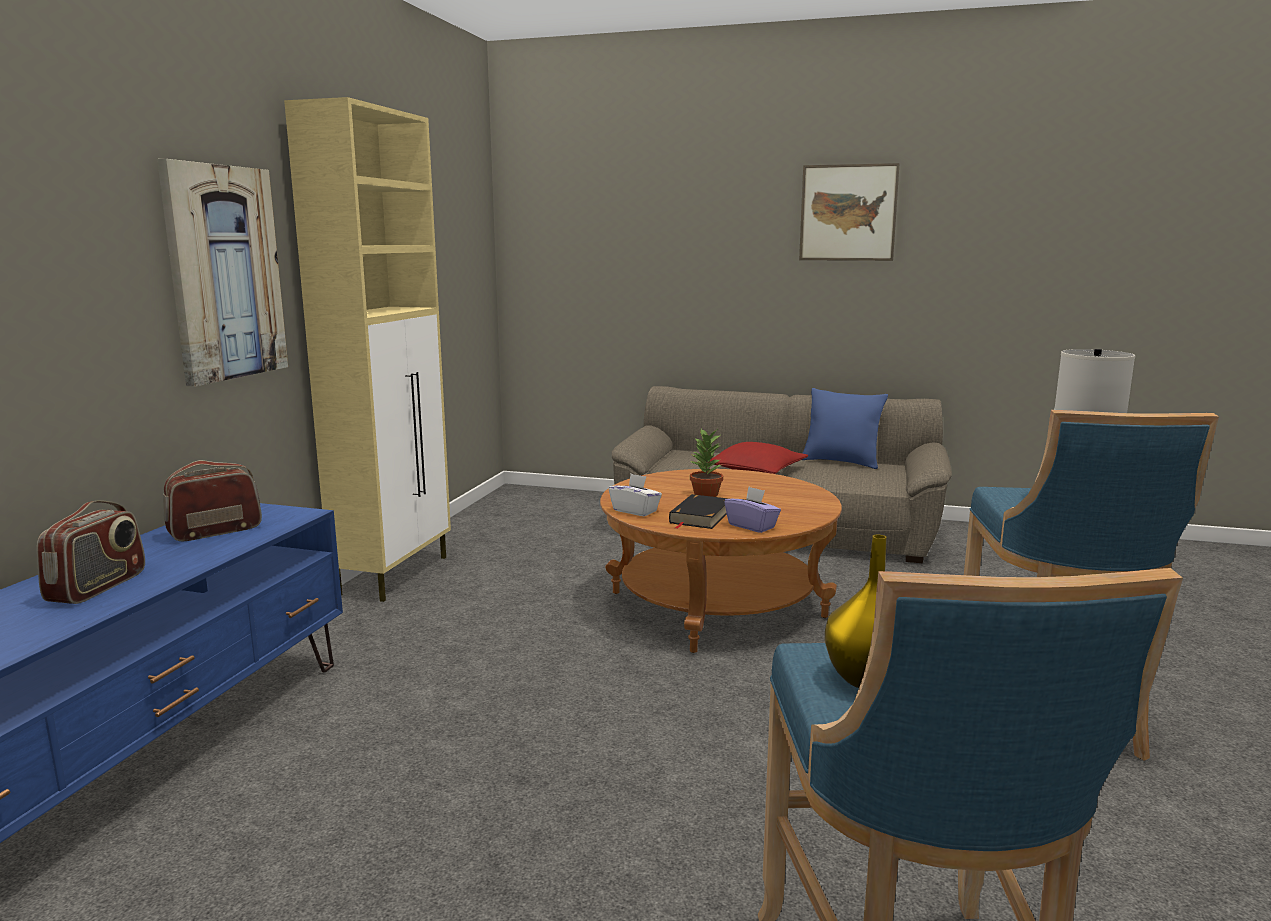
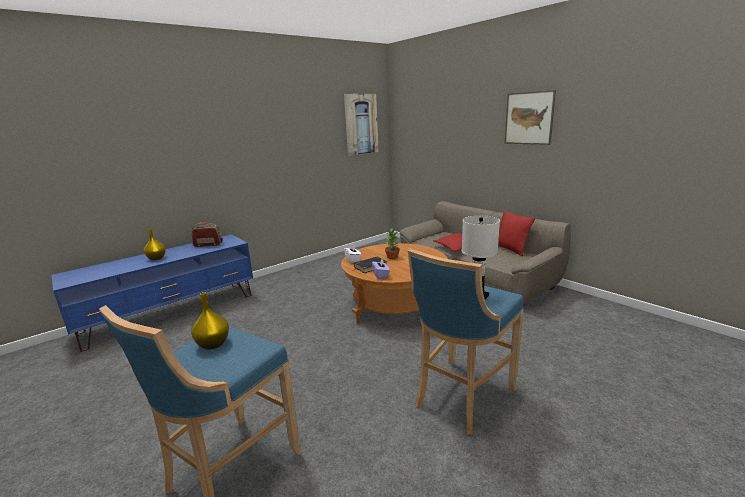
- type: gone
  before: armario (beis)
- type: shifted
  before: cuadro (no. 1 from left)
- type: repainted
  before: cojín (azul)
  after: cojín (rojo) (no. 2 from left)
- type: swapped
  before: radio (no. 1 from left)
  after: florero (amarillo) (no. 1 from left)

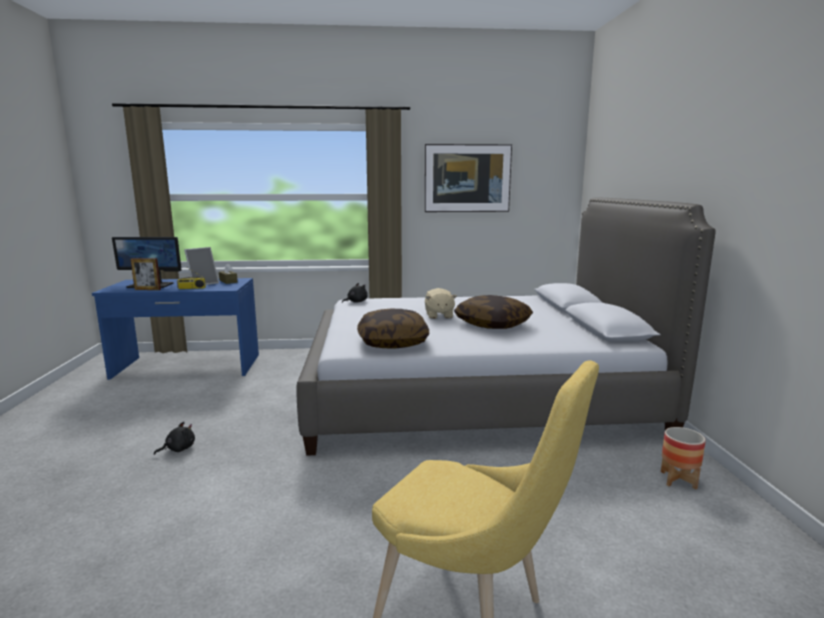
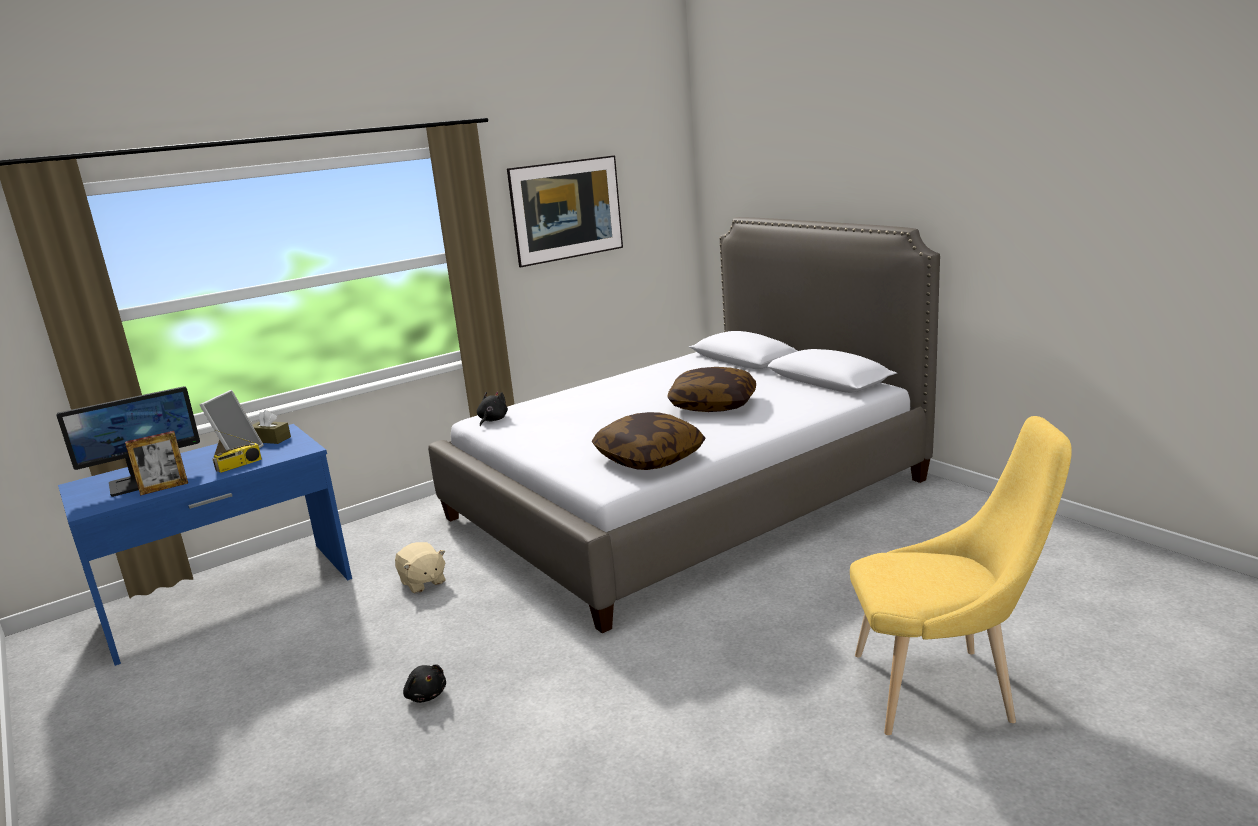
- type: shifted
  before: peluche (beis)
- type: rotated
  before: peluche (negro) (no. 1 from left)
  turn: 120
- type: gone
  before: maceta

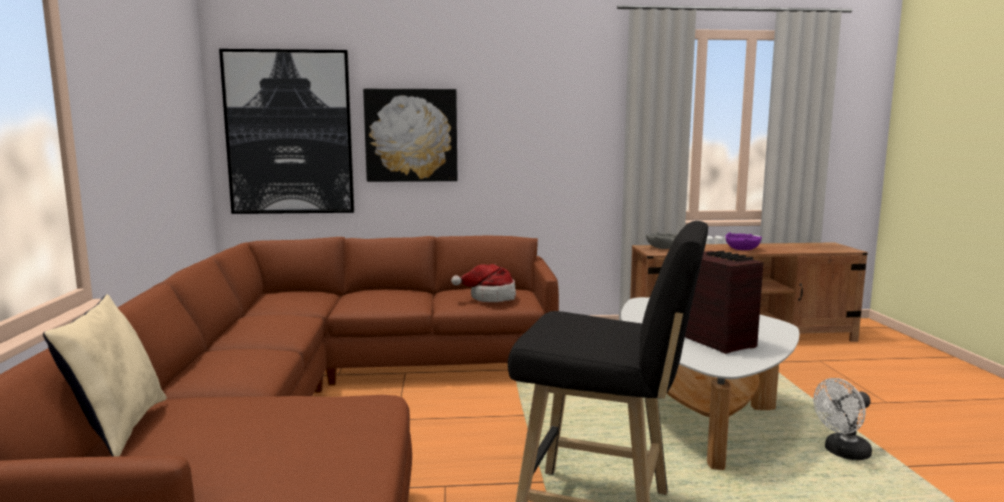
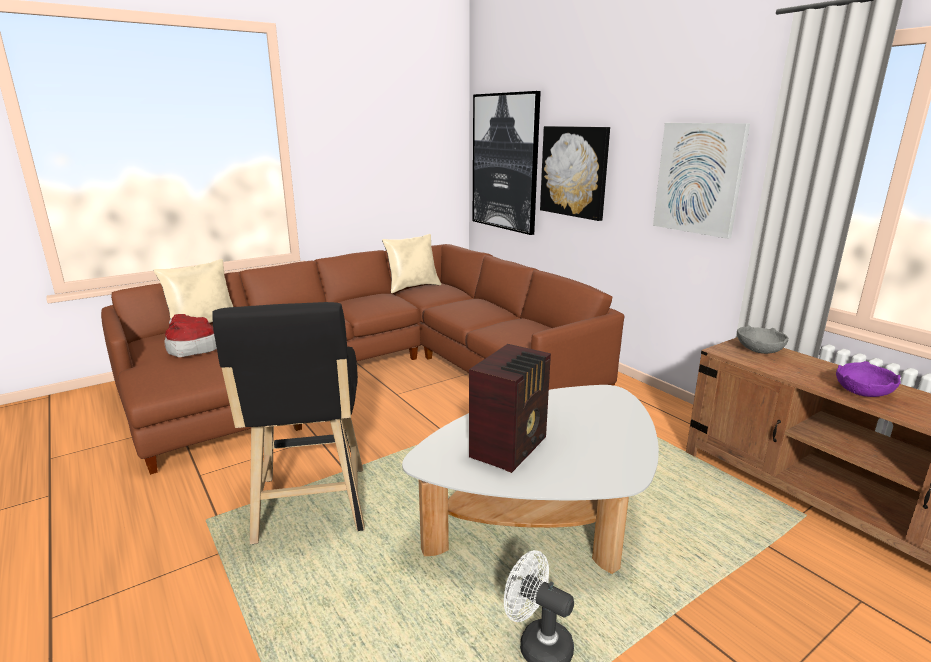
- type: shifted
  before: sombrero
- type: new
  after: cuadro (no. 3 from left)
- type: new
  after: cojín (beis) (no. 2 from left)

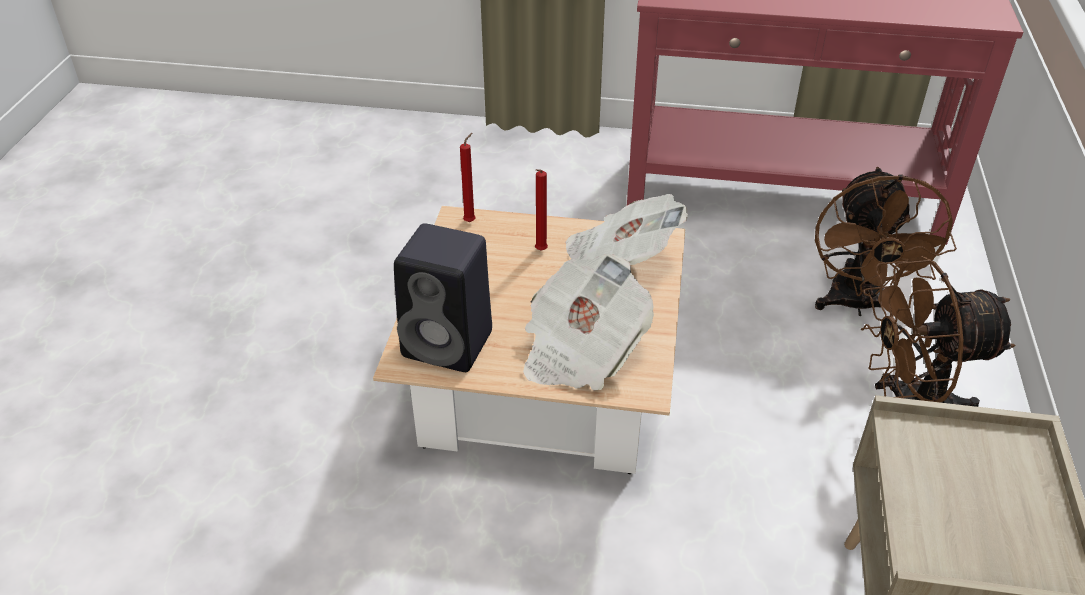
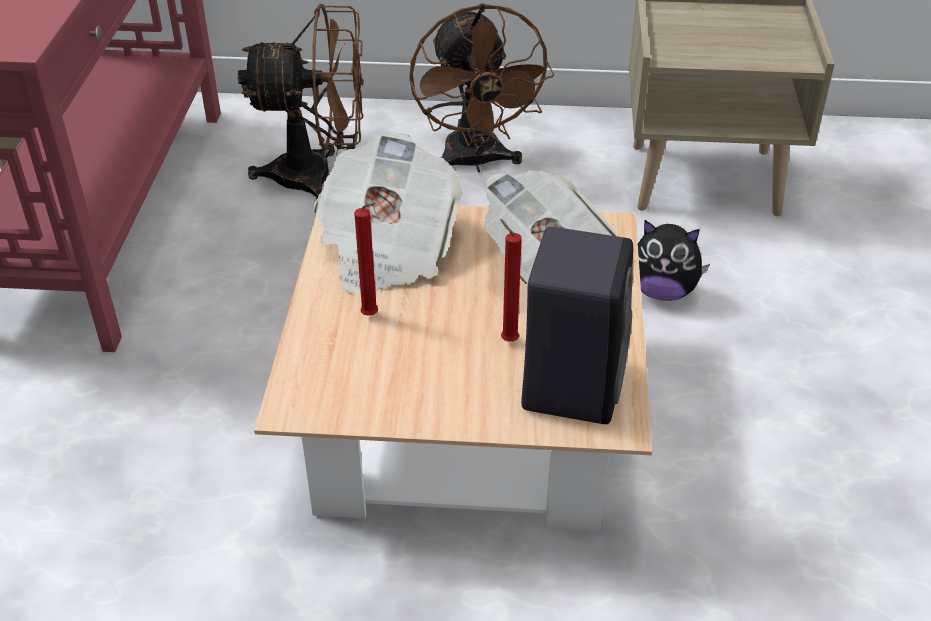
- type: shifted
  before: vela (rojo) (no. 1 from left in the first image)
  after: vela (rojo) (no. 2 from left)
- type: new
  after: peluche

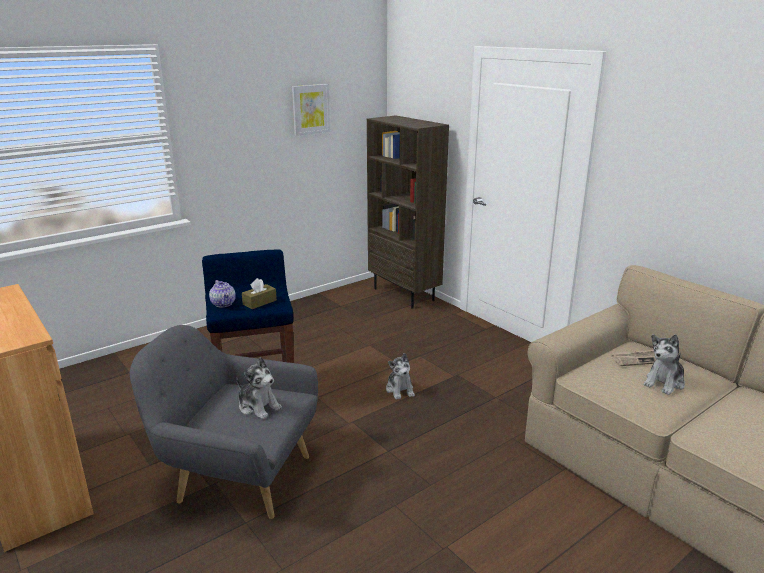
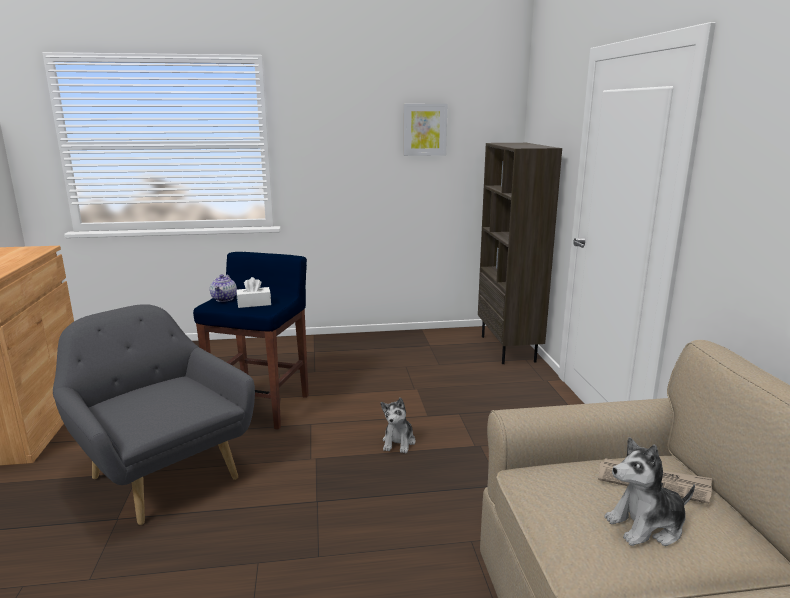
- type: repainted
  before: caja de pañuelos (marrón)
  after: caja de pañuelos (blanco)
- type: gone
  before: peluche (no. 1 from left)

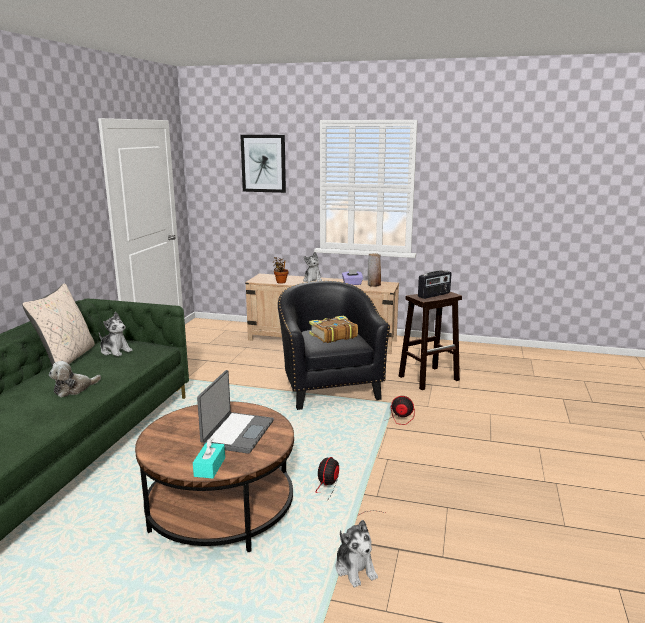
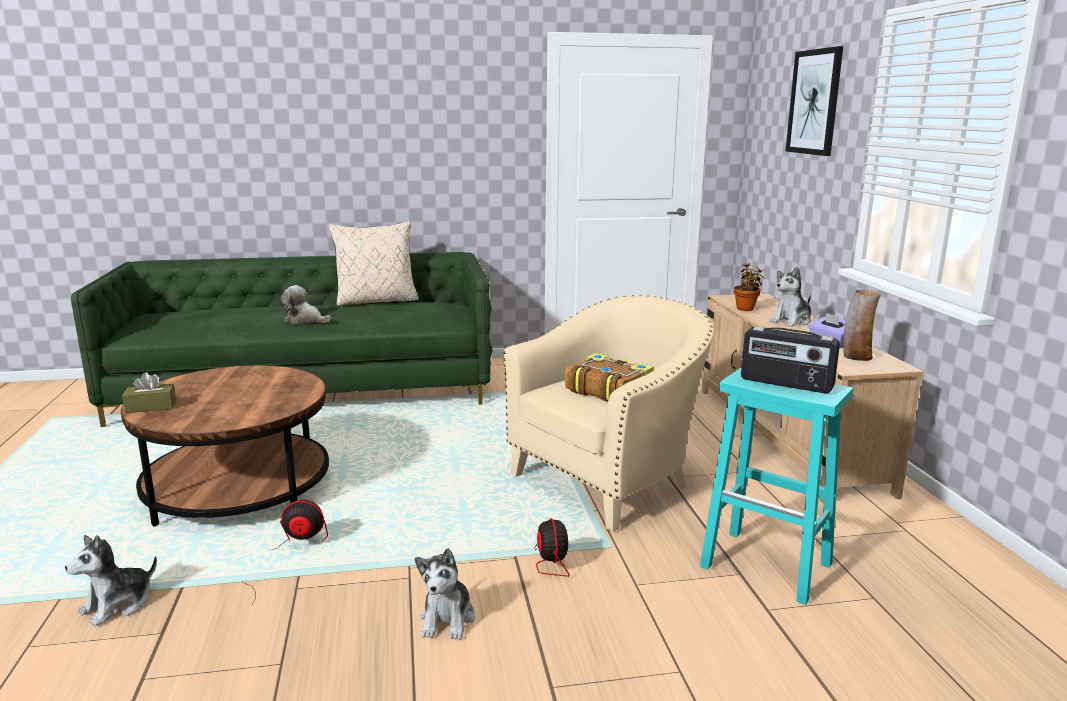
- type: repainted
  before: sillón (negro)
  after: sillón (beis)
- type: repainted
  before: taburete (marrón)
  after: taburete (turquesa)
- type: shifted
  before: peluche (no. 2 from left in the first image)
  after: peluche (no. 3 from left)
- type: gone
  before: portátil
- type: repainted
  before: caja de pañuelos (turquesa)
  after: caja de pañuelos (marrón)

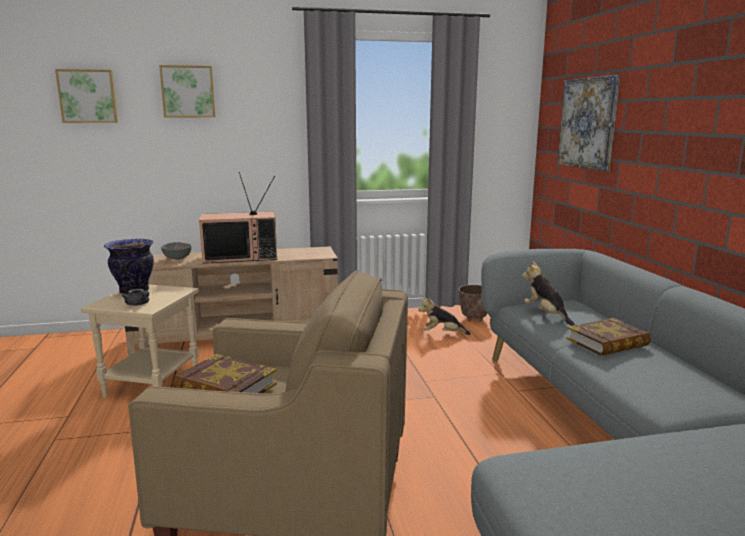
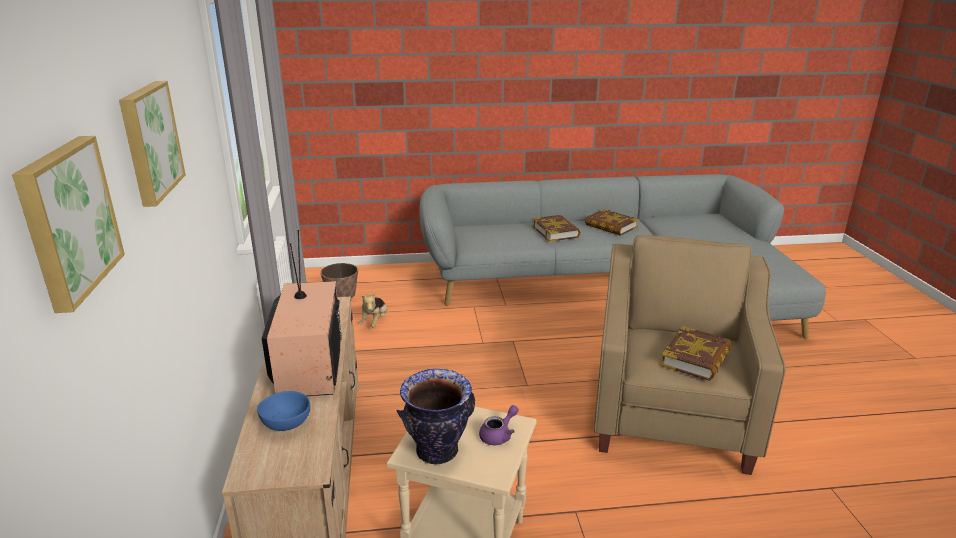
- type: gone
  before: cuadro (no. 3 from left)
- type: repainted
  before: cuenco (gris)
  after: cuenco (azul)
- type: gone
  before: peluche (no. 2 from left)
- type: repainted
  before: tetera (gris)
  after: tetera (morado)
- type: new
  after: libro (no. 2 from left)

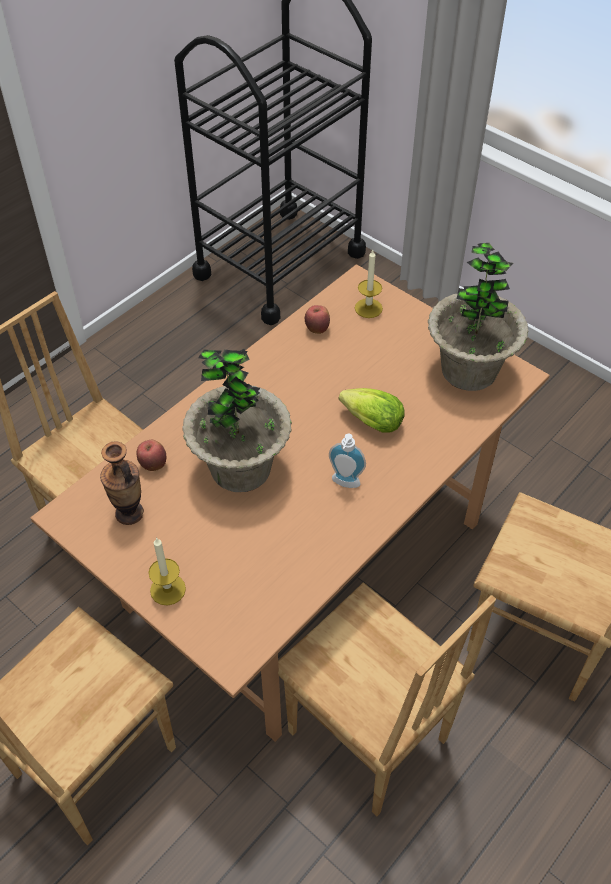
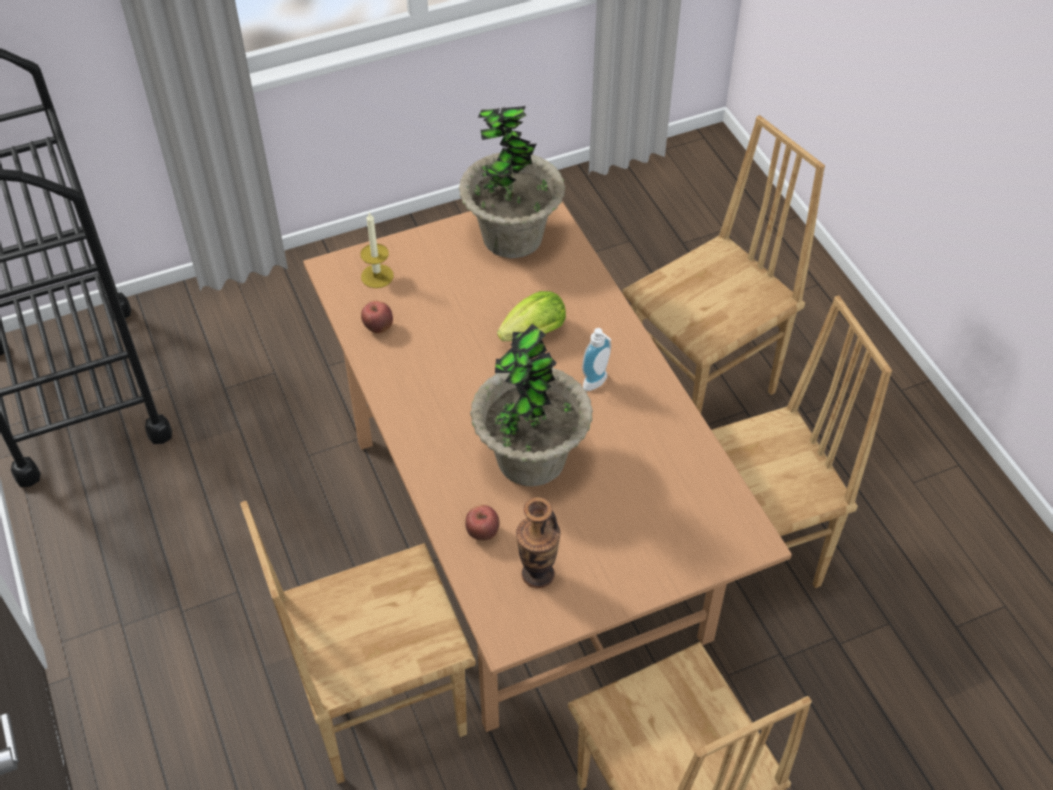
- type: gone
  before: vela (no. 1 from left)

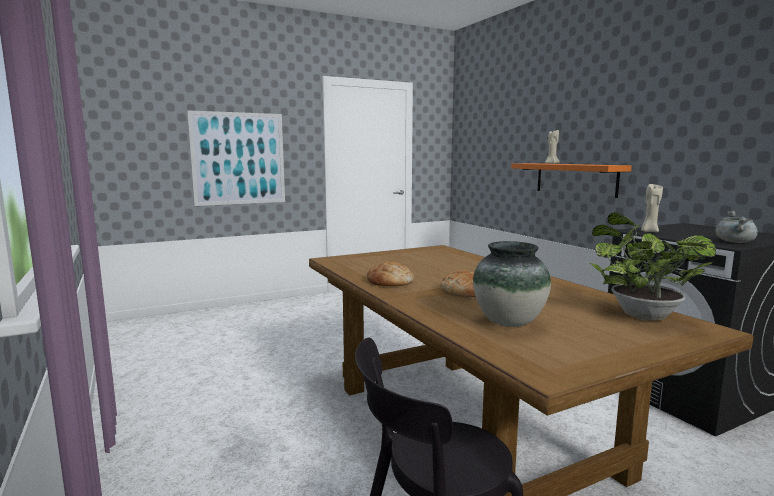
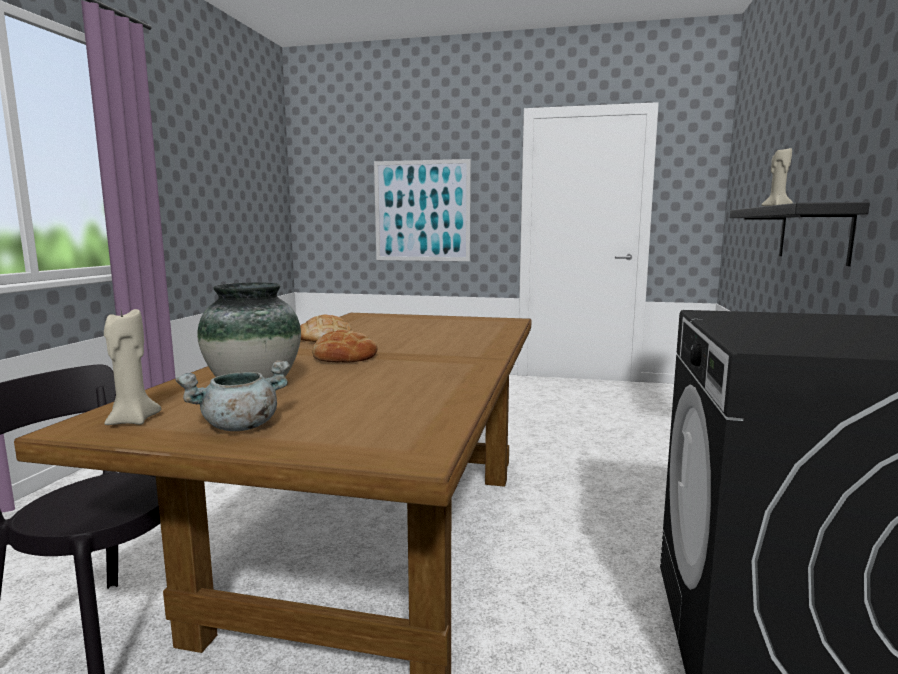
- type: repainted
  before: estante (naranja)
  after: estante (negro)
- type: shifted
  before: vela (beis) (no. 2 from left in the first image)
  after: vela (beis) (no. 1 from left)
- type: shifted
  before: olla (gris)
- type: gone
  before: planta en maceta

